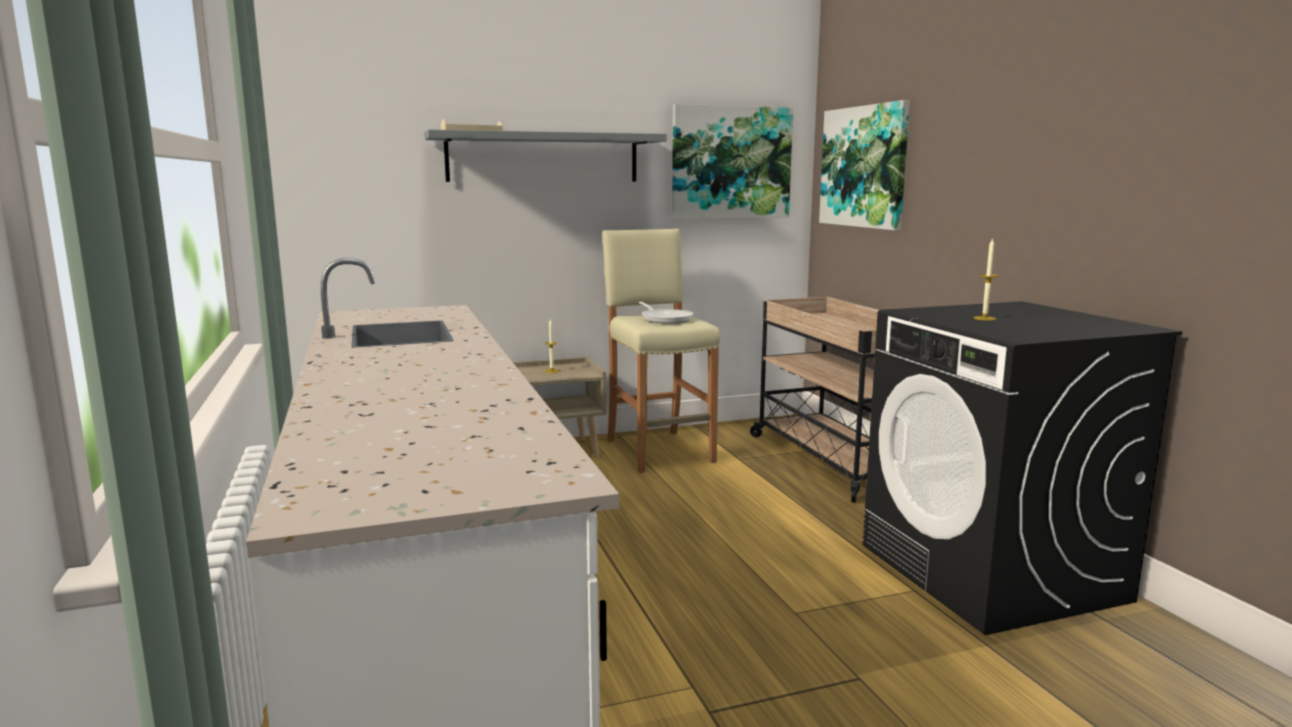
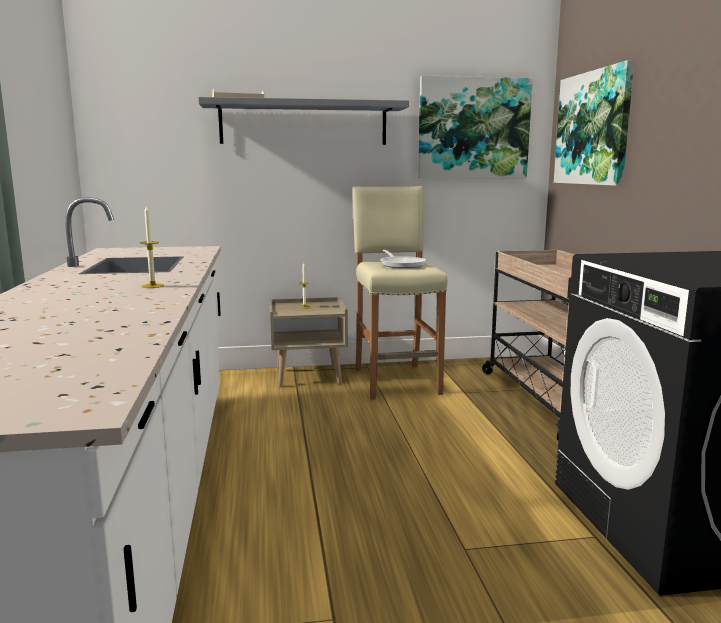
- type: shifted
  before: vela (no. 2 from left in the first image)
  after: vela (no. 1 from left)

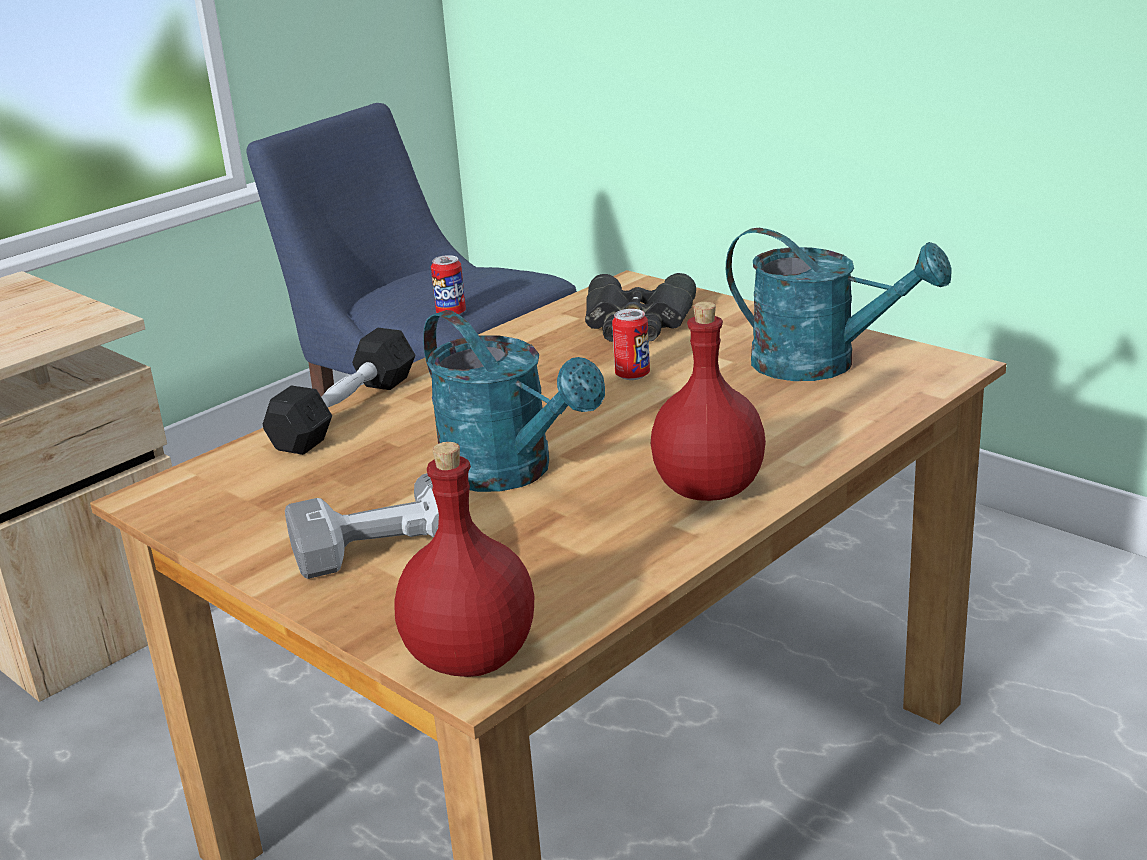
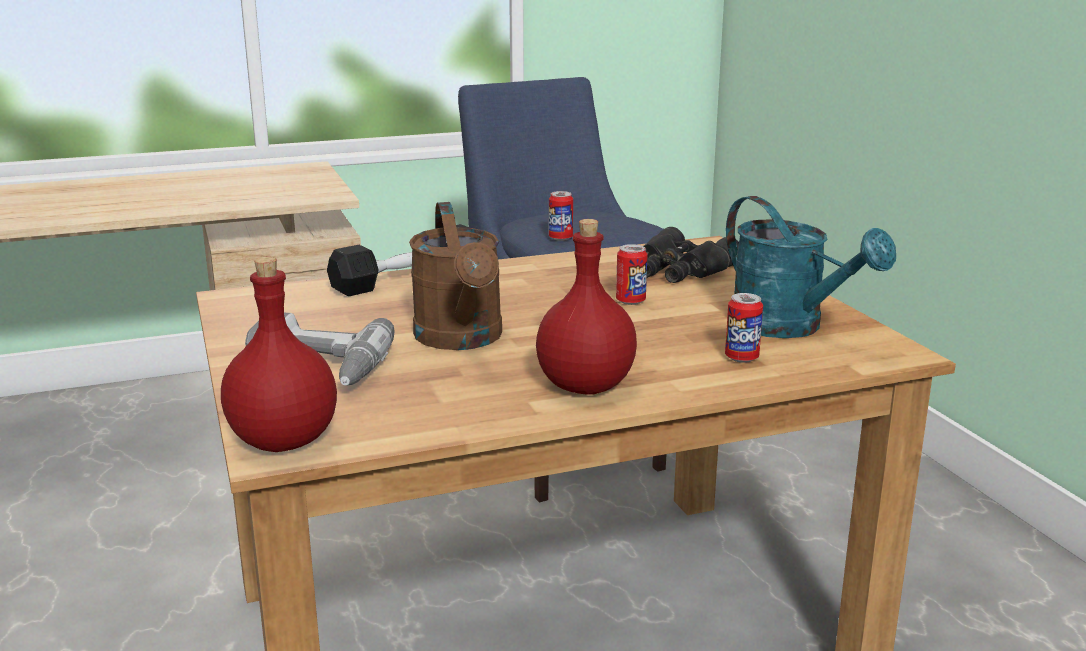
- type: repainted
  before: regadera (turquesa) (no. 1 from left)
  after: regadera (marrón)
- type: new
  after: lata (no. 3 from left)

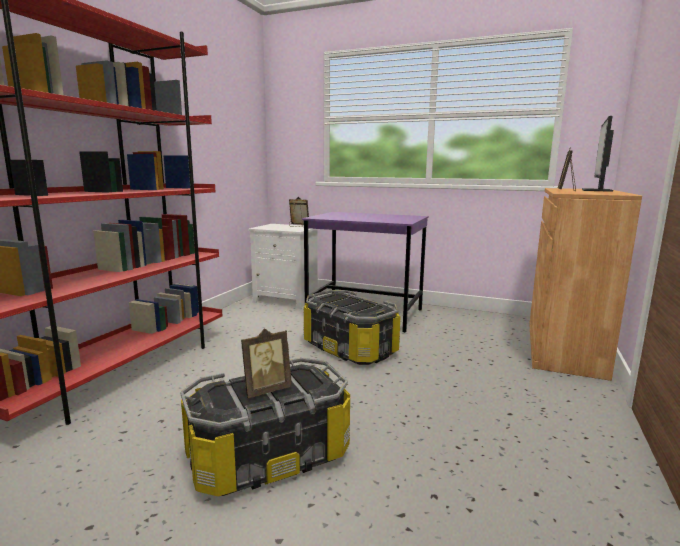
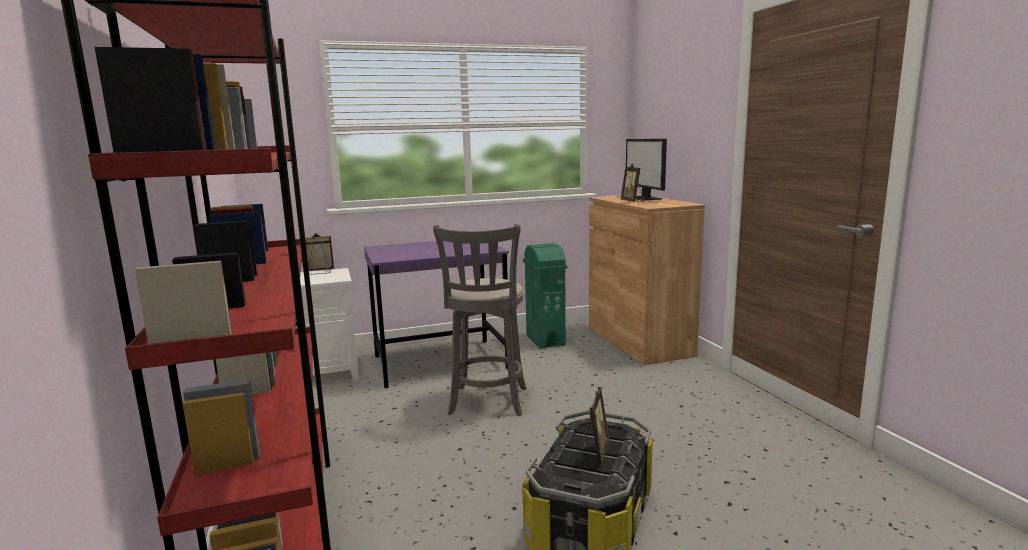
- type: swapped
  before: caja de almacenaje (no. 2 from left)
  after: taburete (gris)
- type: new
  after: papelera (verde)

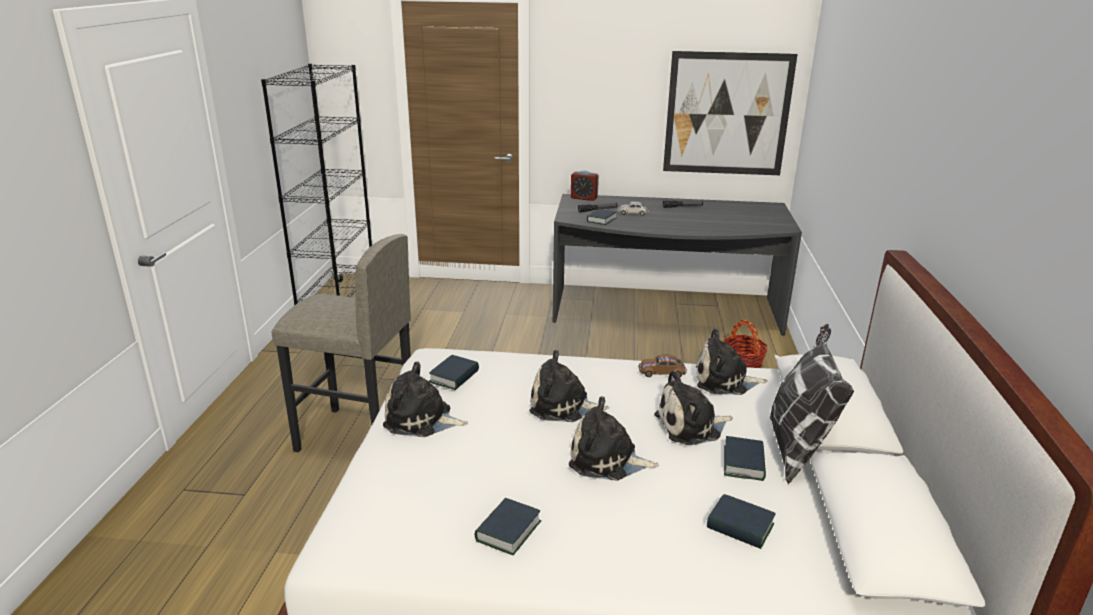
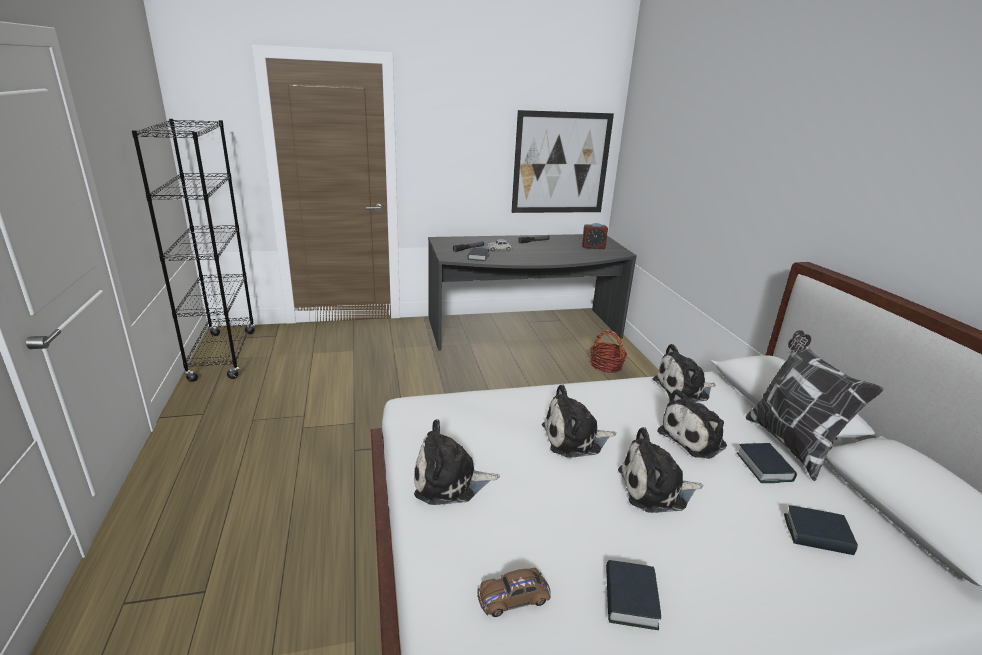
- type: shifted
  before: despertador
- type: gone
  before: taburete (gris)
- type: gone
  before: libro (no. 1 from left)
- type: shifted
  before: coche de juguete (marrón)

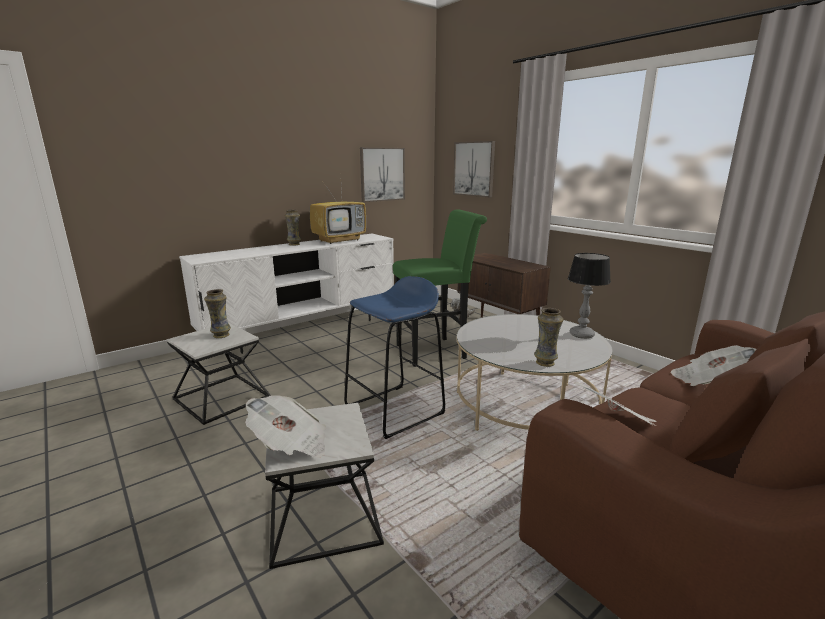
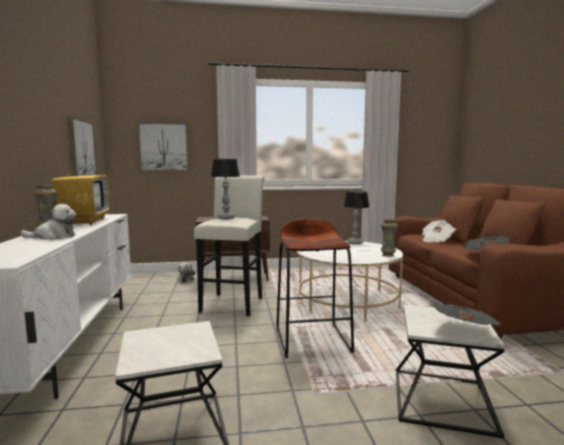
- type: repainted
  before: taburete (verde)
  after: taburete (blanco)
- type: repainted
  before: taburete (azul)
  after: taburete (marrón)
- type: gone
  before: florero (no. 1 from left)
- type: new
  after: lámpara de mesa (no. 1 from left)
- type: new
  after: peluche (no. 1 from left)

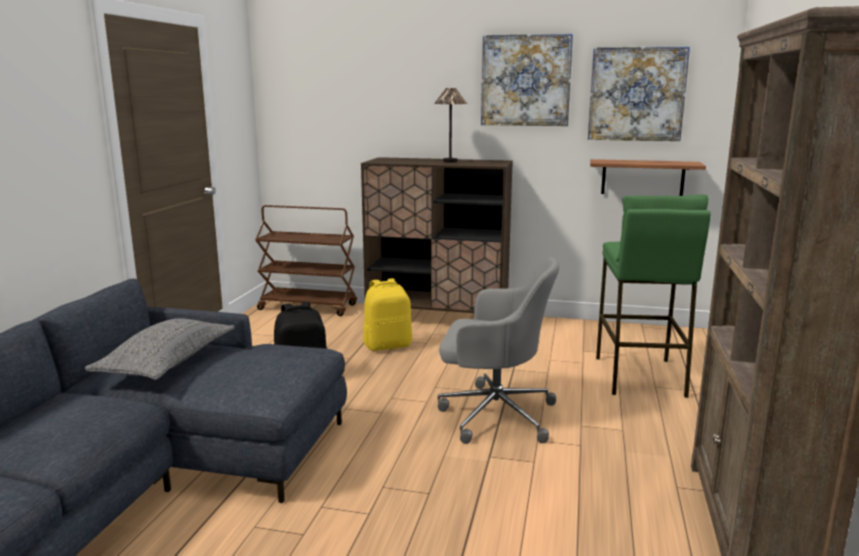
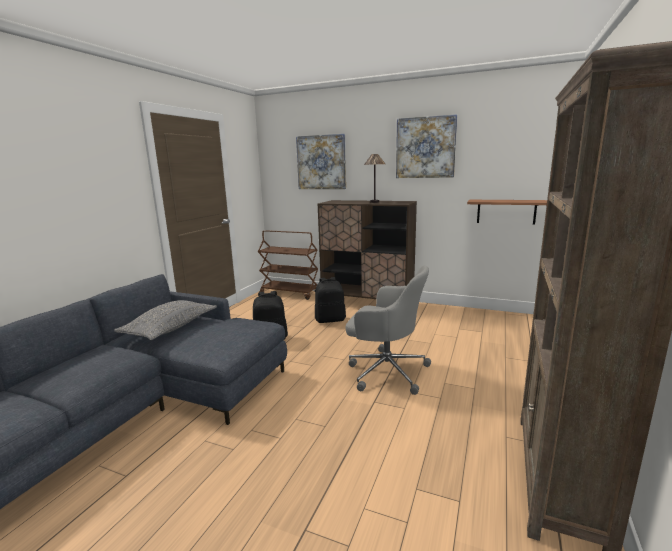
- type: shifted
  before: cuadro (no. 2 from left in the first image)
  after: cuadro (no. 1 from left)
- type: gone
  before: taburete (verde)
- type: repainted
  before: mochila (amarillo)
  after: mochila (negro) (no. 2 from left)

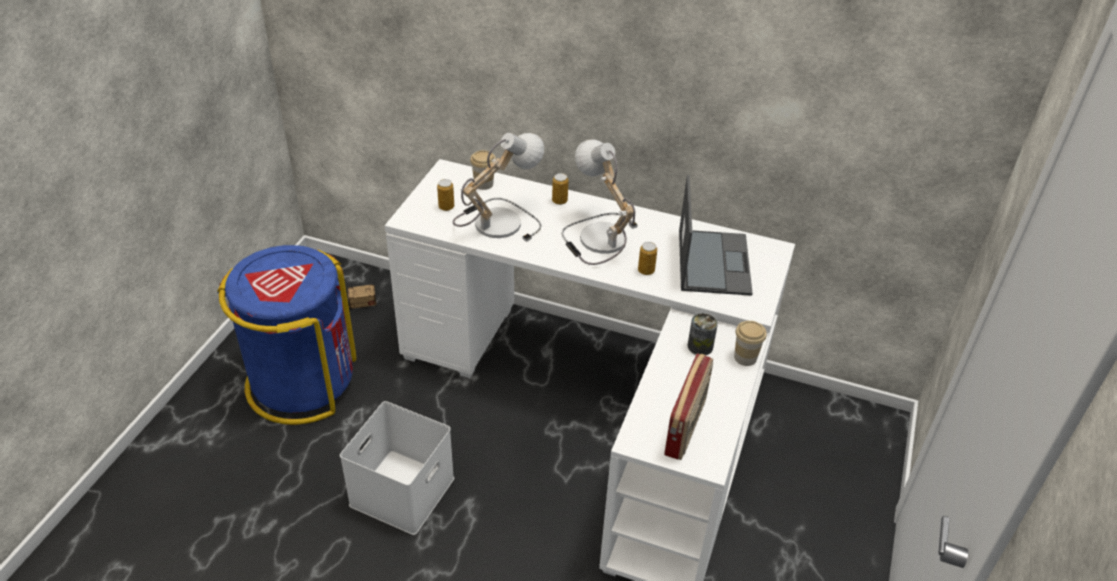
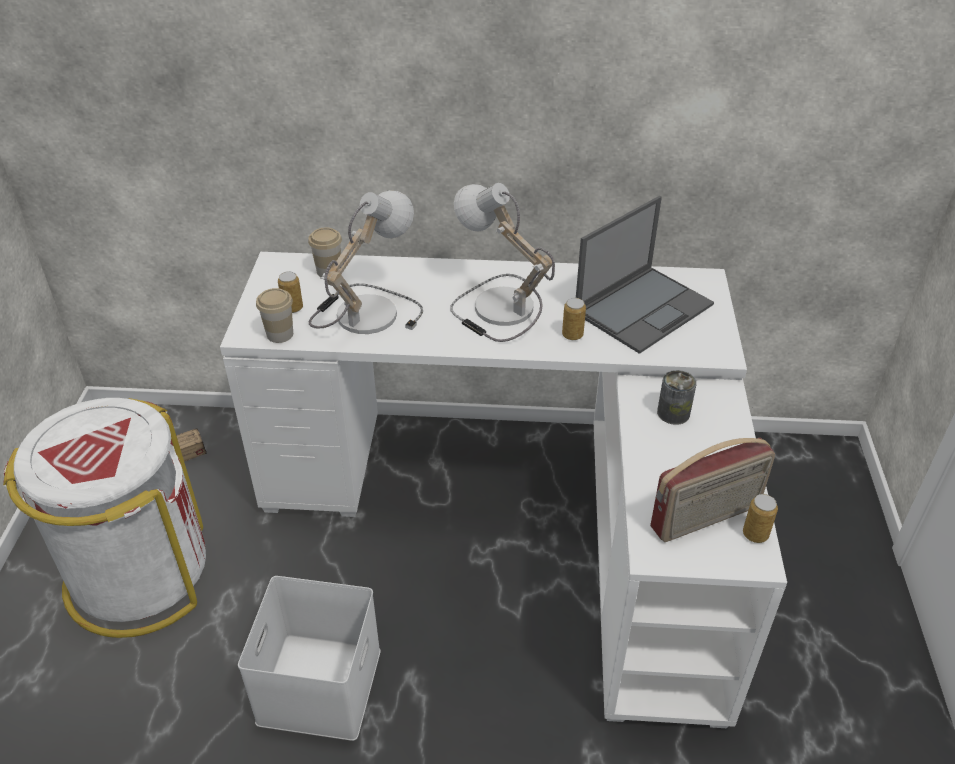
- type: shifted
  before: lata (no. 2 from left in the first image)
  after: lata (no. 4 from left)
- type: rotated
  before: portátil
  turn: 60
- type: repainted
  before: papelera (azul)
  after: papelera (blanco)
- type: shifted
  before: taza (no. 2 from left in the first image)
  after: taza (no. 1 from left)
- type: rotated
  before: radio
  turn: 60

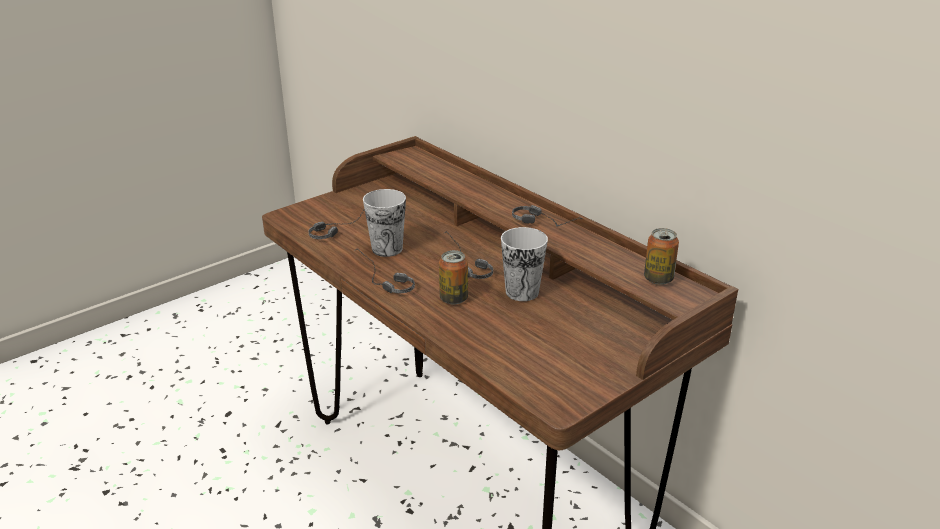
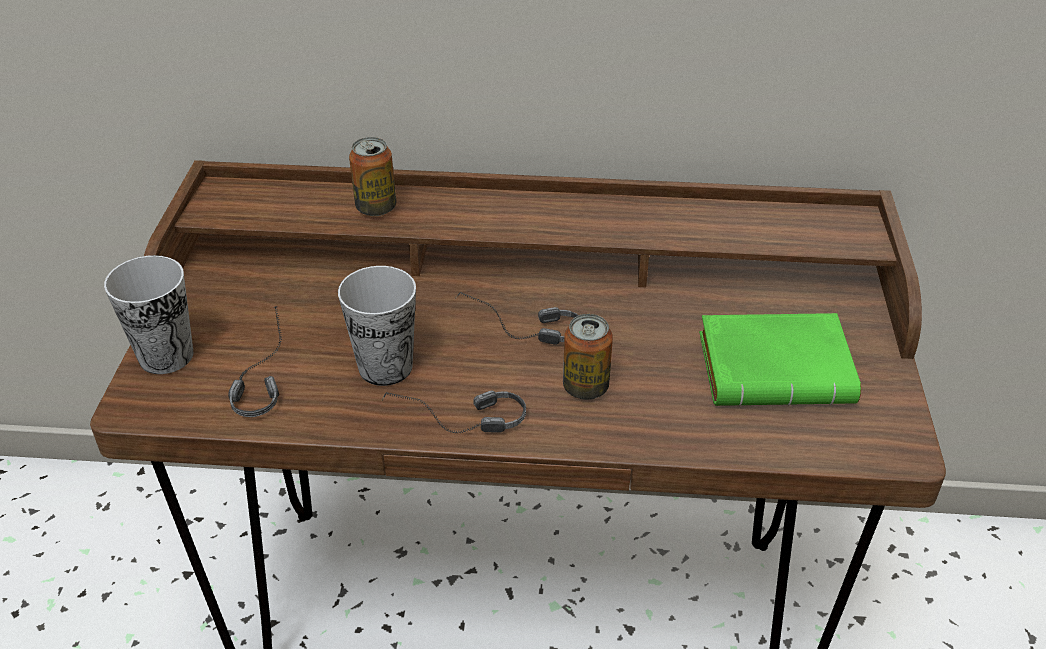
- type: gone
  before: auriculares (no. 4 from left)
- type: shifted
  before: taza (no. 2 from left in the first image)
  after: taza (no. 1 from left)
- type: shifted
  before: lata (no. 2 from left in the first image)
  after: lata (no. 1 from left)
- type: new
  after: libro (verde)

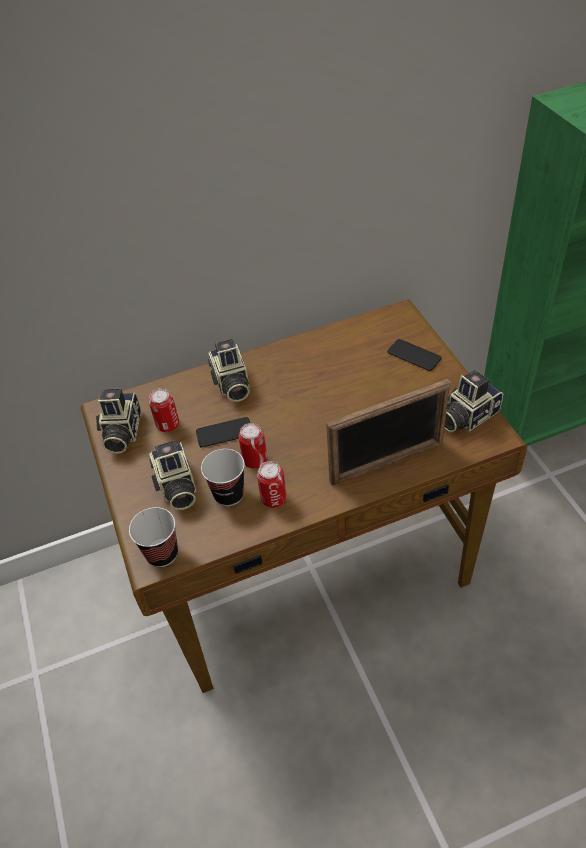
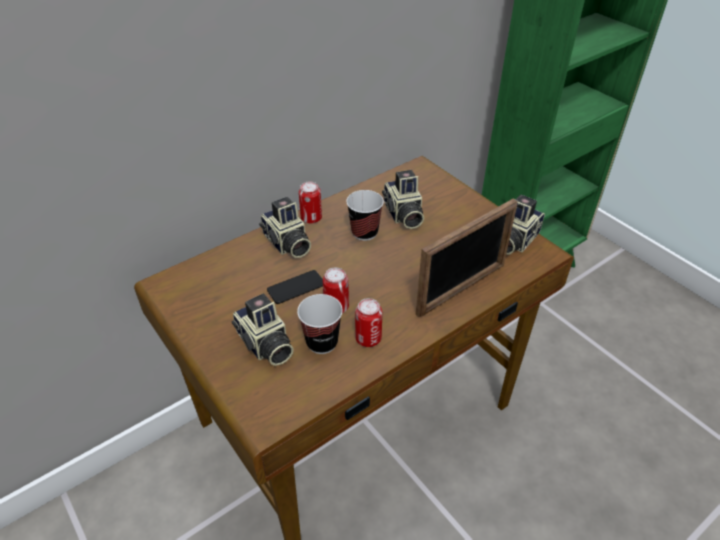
- type: gone
  before: móvil (no. 2 from left)
- type: shifted
  before: lata (no. 1 from left)
- type: shifted
  before: cámara (no. 1 from left in the first image)
  after: cámara (no. 3 from left)
- type: shifted
  before: taza (no. 1 from left in the first image)
  after: taza (no. 2 from left)

